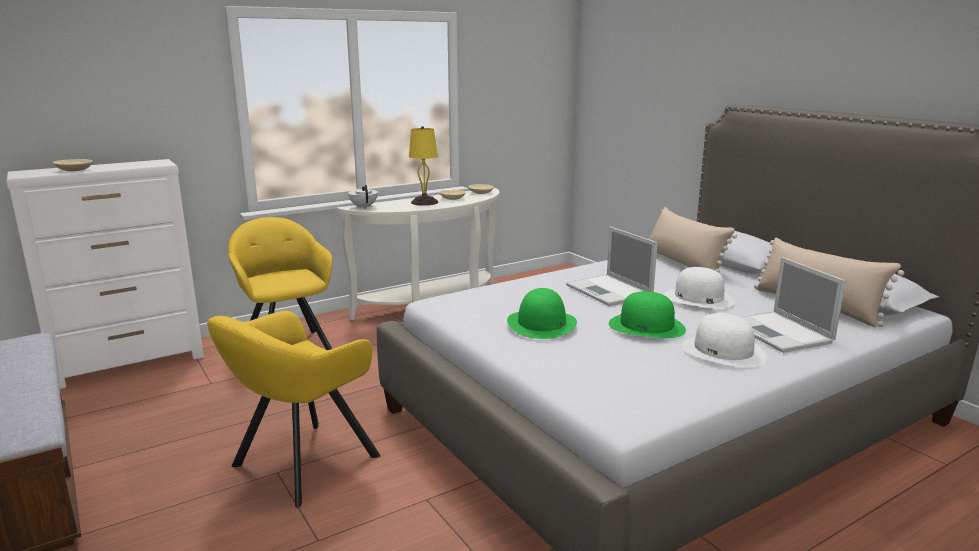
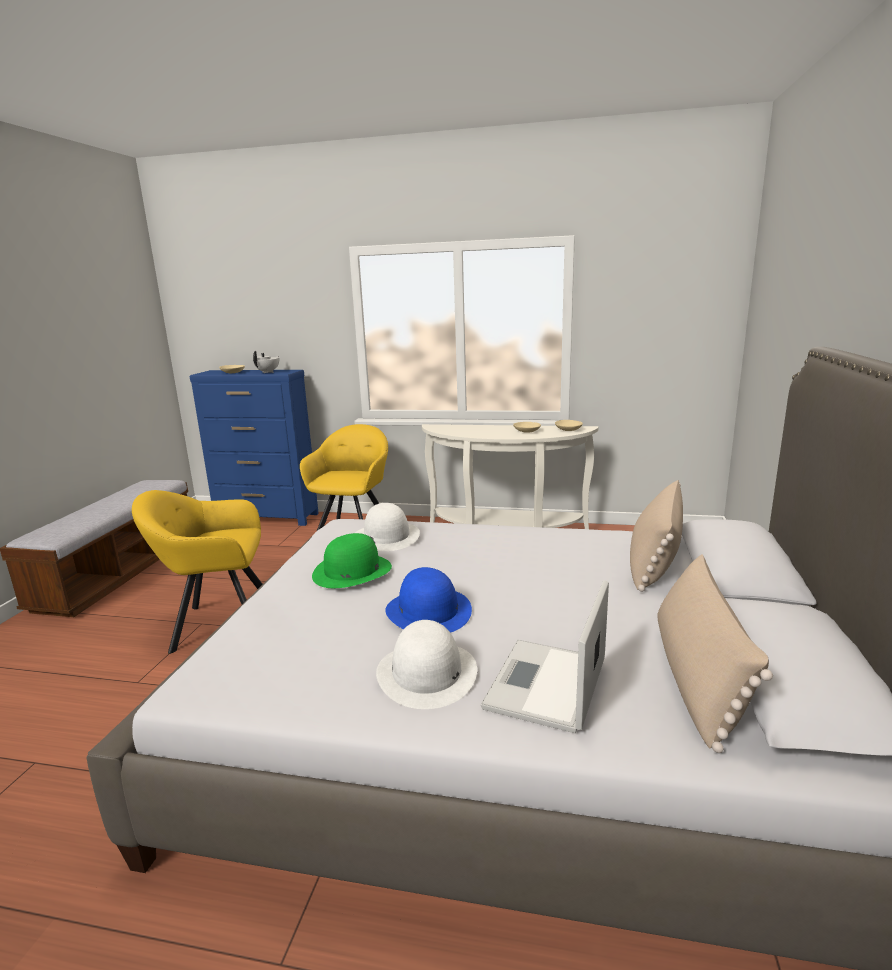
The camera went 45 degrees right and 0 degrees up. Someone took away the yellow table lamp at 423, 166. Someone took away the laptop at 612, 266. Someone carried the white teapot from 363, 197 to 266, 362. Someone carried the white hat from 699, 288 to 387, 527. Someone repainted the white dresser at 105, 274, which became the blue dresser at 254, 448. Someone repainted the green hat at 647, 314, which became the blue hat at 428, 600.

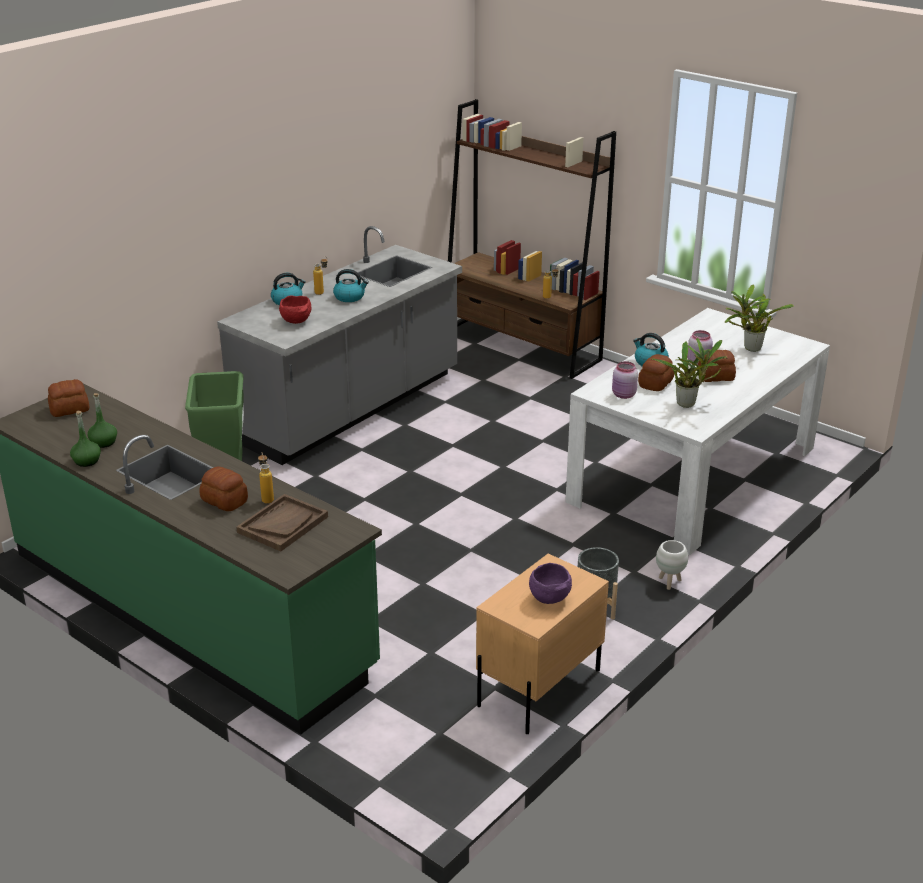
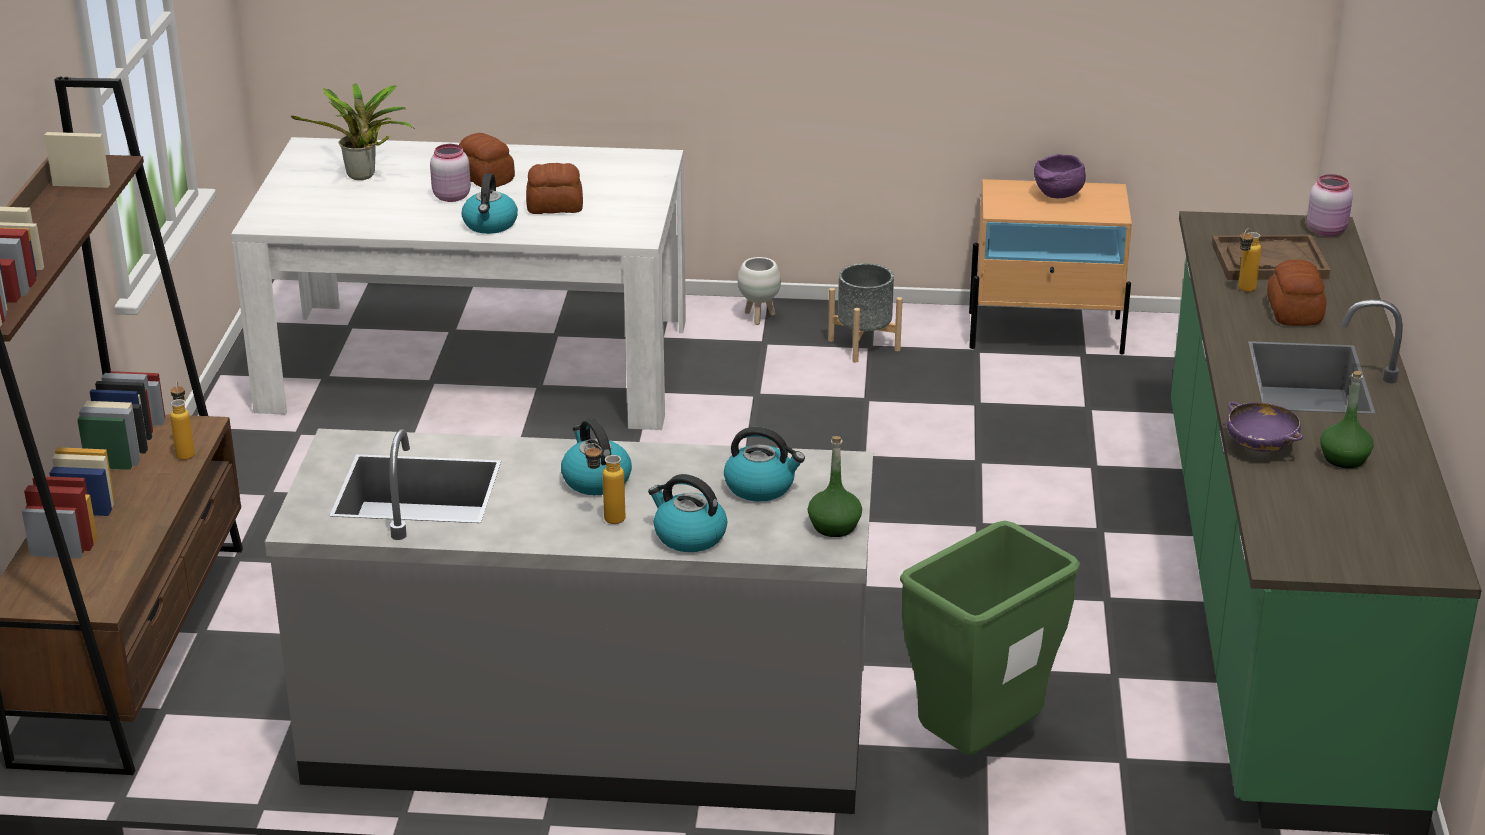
The camera went 125 degrees left and 0 degrees up. Someone took away the bread at 68, 398. Someone took away the potted plant at 689, 373. Someone put down the purple bowl at 1265, 426. Someone carried the green bottle from 85, 439 to 835, 486. Someone carried the pink jar from 625, 380 to 1330, 205. Someone swapped the red bowl at 295, 310 for the kettle at 764, 464.

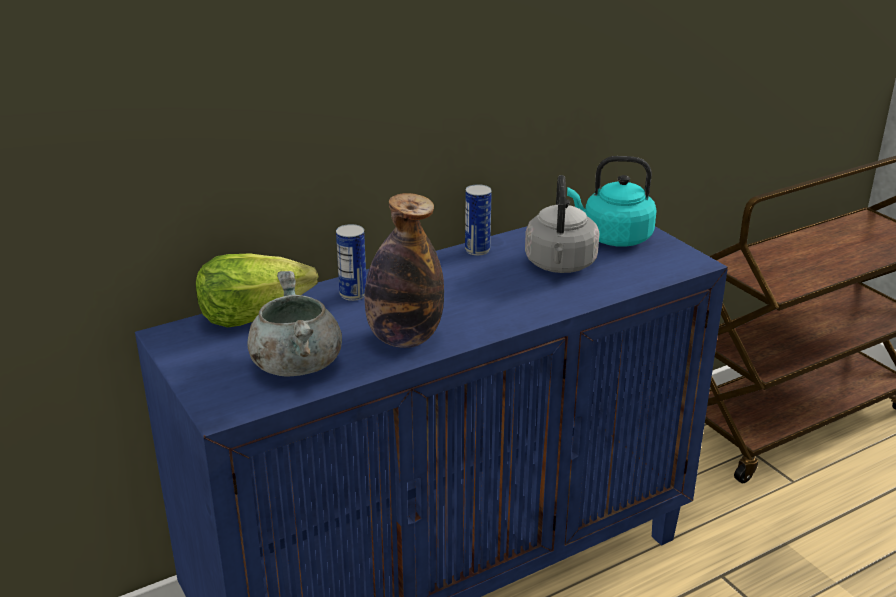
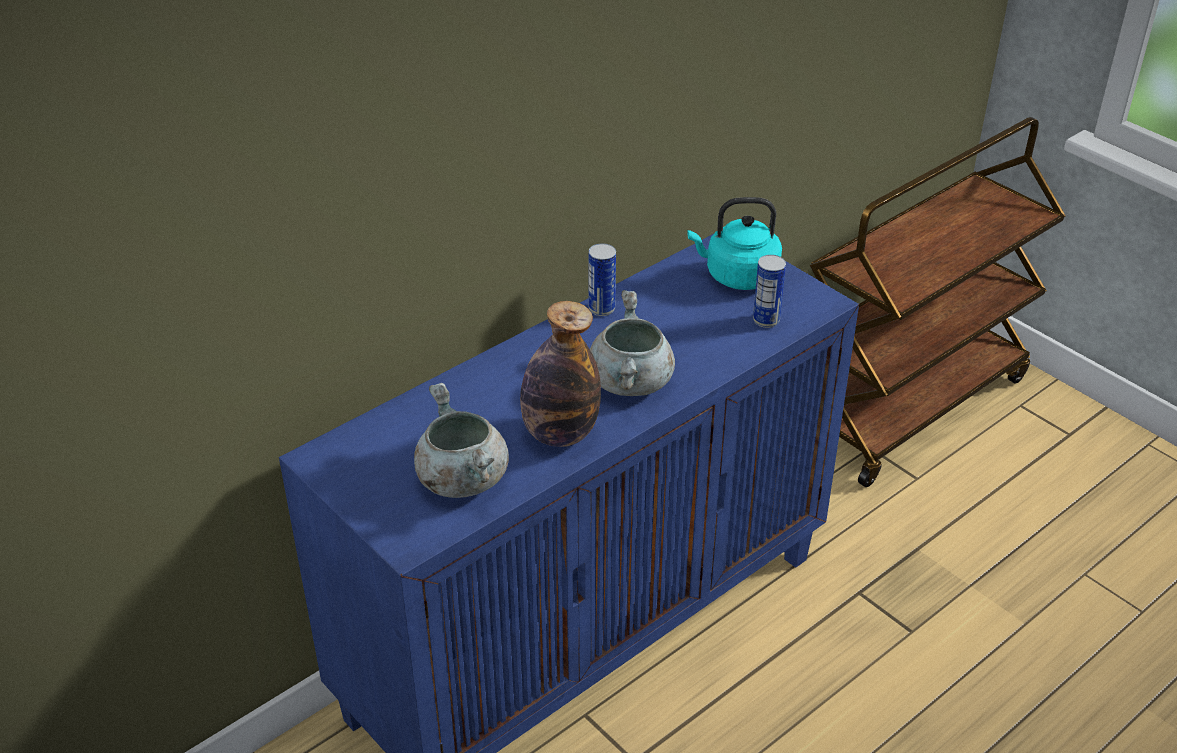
The camera went 10 degrees left and 10 degrees up. Someone took away the lettuce at 257, 290. Someone took away the grey kettle at 562, 224. Someone put down the grey cooking pot at 632, 343. Someone carried the can from 351, 262 to 769, 291.

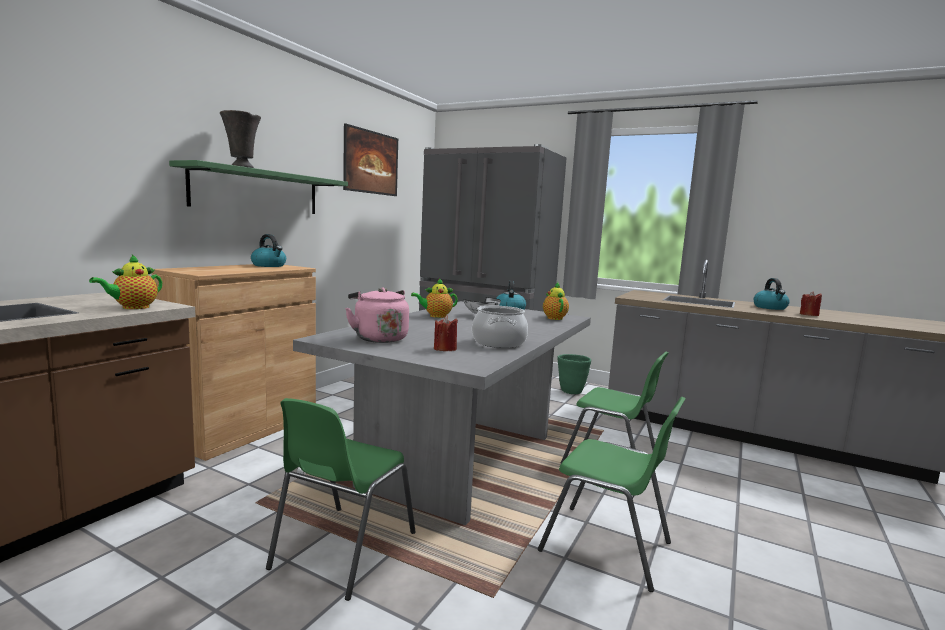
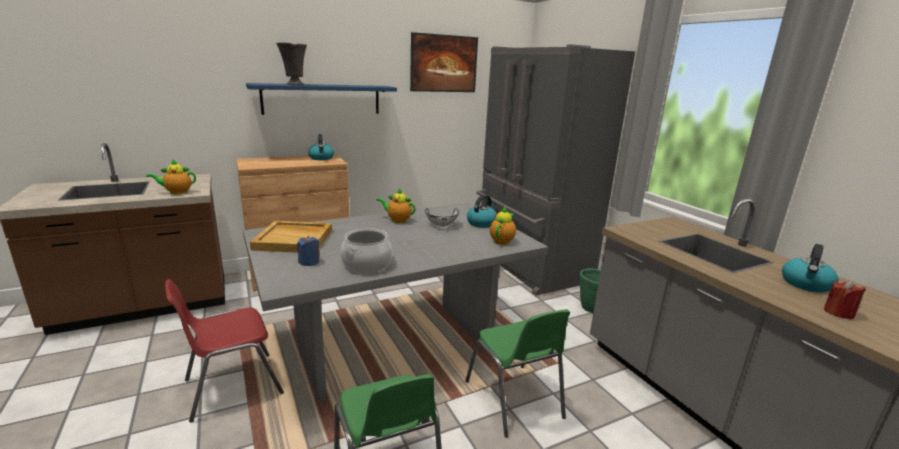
The camera went 35 degrees right and 10 degrees up. Someone swapped the pink kettle at 377, 315 for the beige tray at 291, 237. Someone repainted the green shelf at 258, 187, which became the blue shelf at 321, 99. Someone repainted the green chair at 341, 499, which became the red chair at 224, 351. Someone repainted the red candle at 446, 333, which became the blue candle at 308, 251.

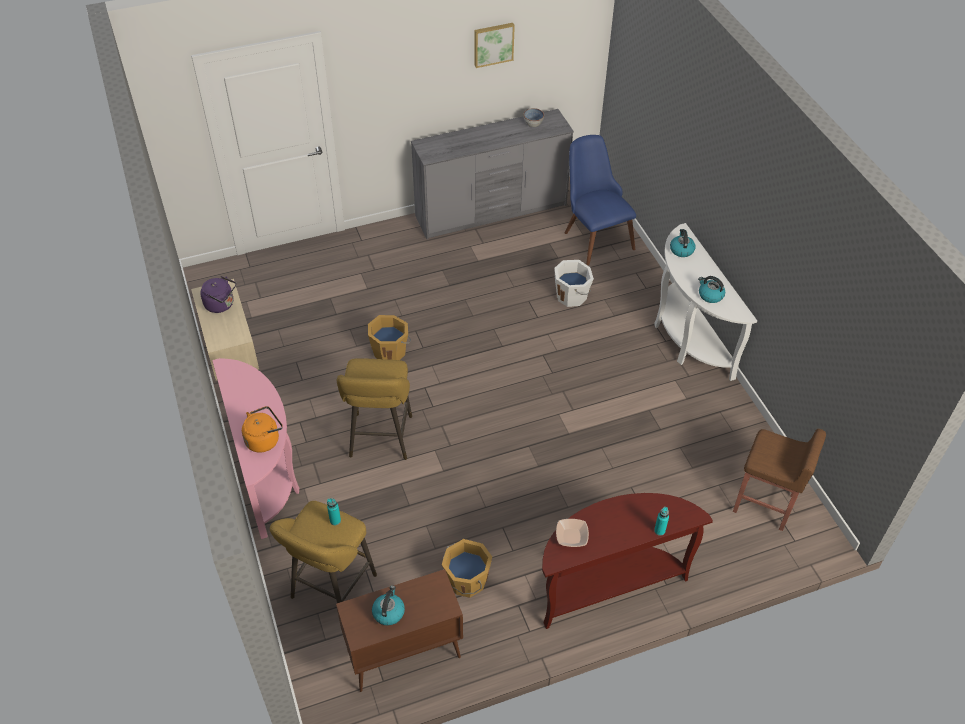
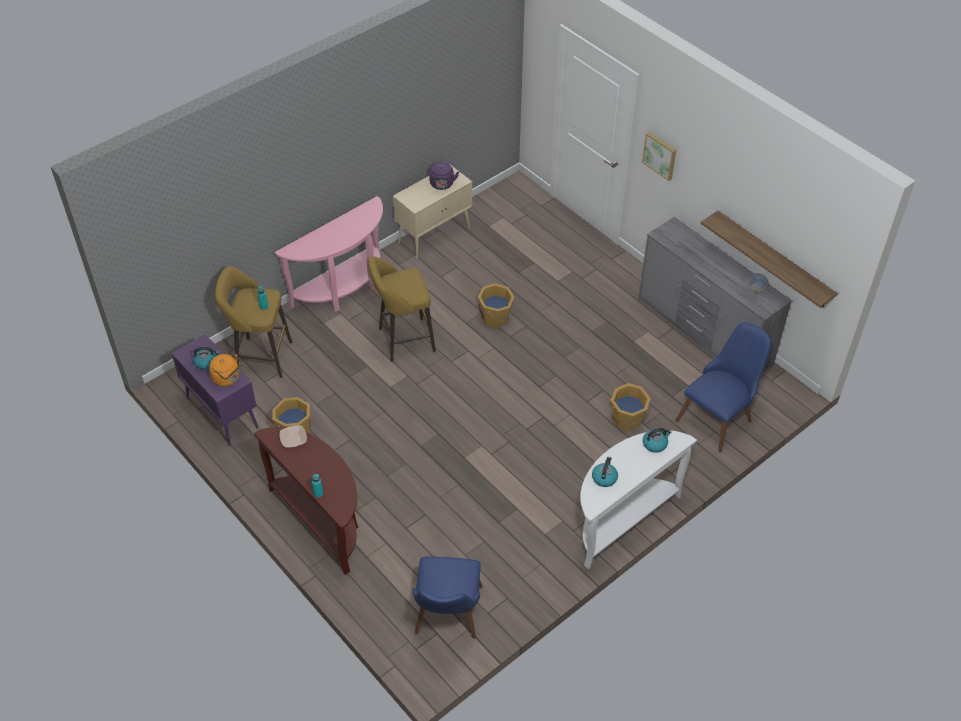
The camera went 70 degrees right and 0 degrees up. Someone put up the shelf at 769, 259. Someone carried the orange kettle from 262, 429 to 226, 370. Someone carried the picture from 494, 45 to 659, 156. Someone swapped the brown stool at 779, 480 for the blue chair at 448, 598. Someone repainted the brown cabinet at 399, 630, which became the purple cabinet at 215, 390. Someone repainted the white bucket at 574, 283, which became the orange bucket at 630, 407.

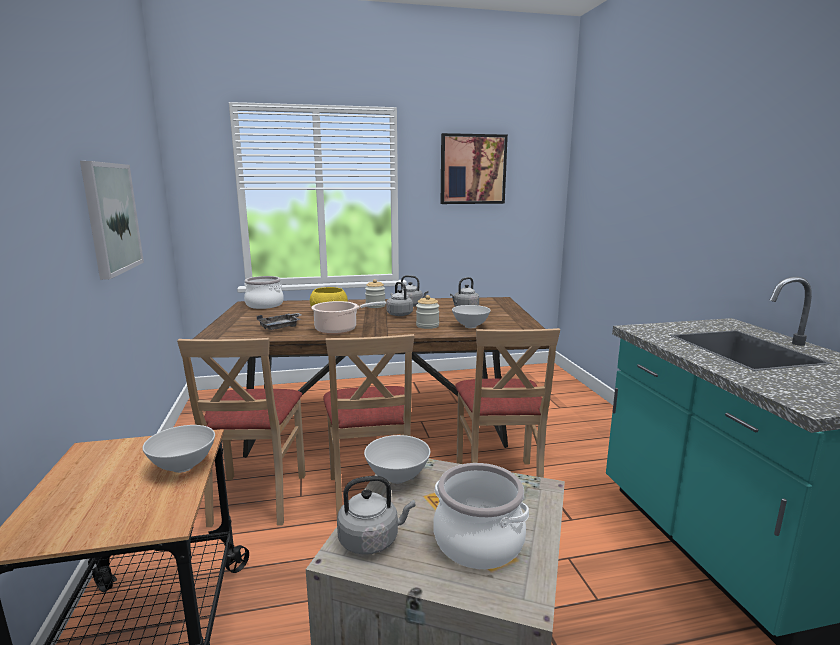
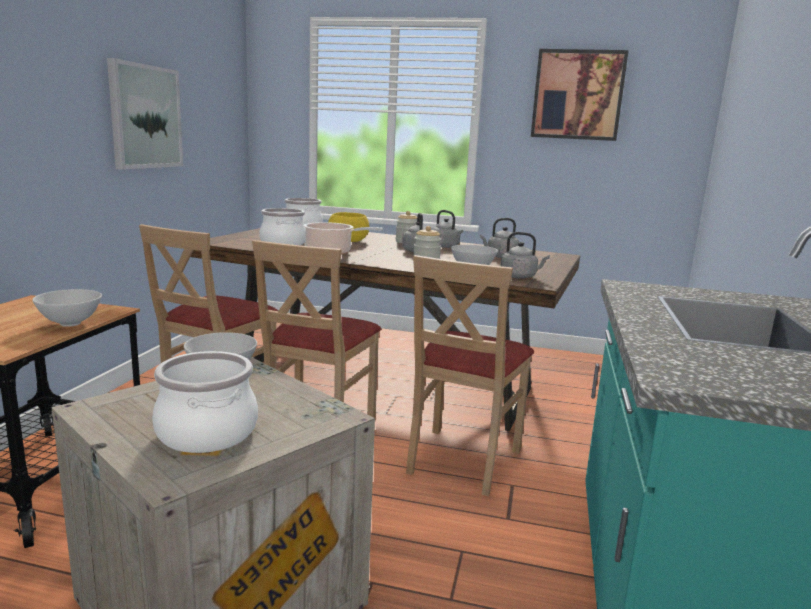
The camera went 25 degrees right and 0 degrees up. Someone carried the grey kettle from 376, 515 to 525, 255. Someone swapped the grey tray at 279, 321 for the cooking pot at 282, 226.

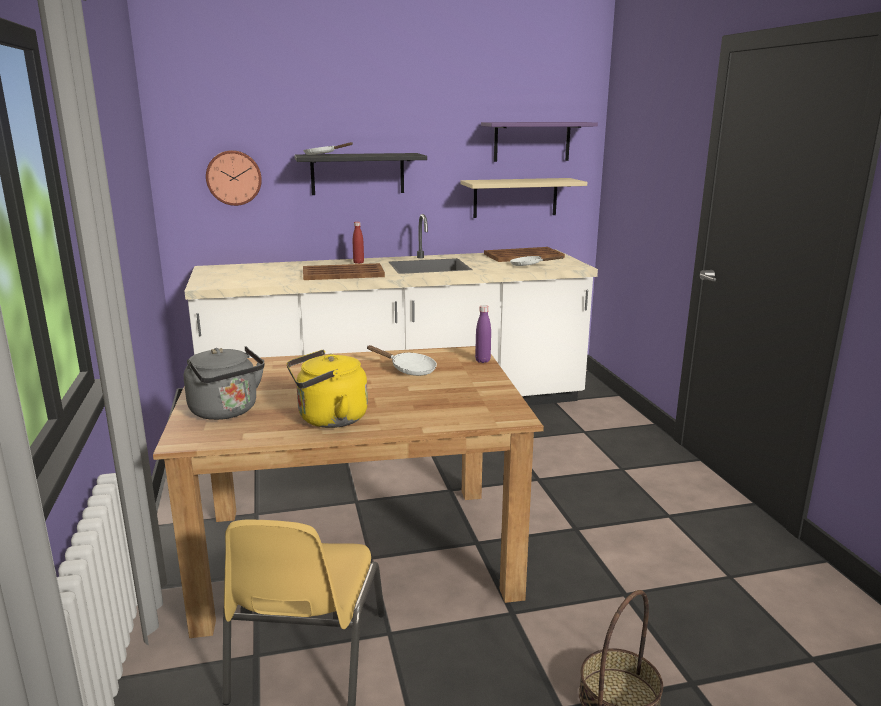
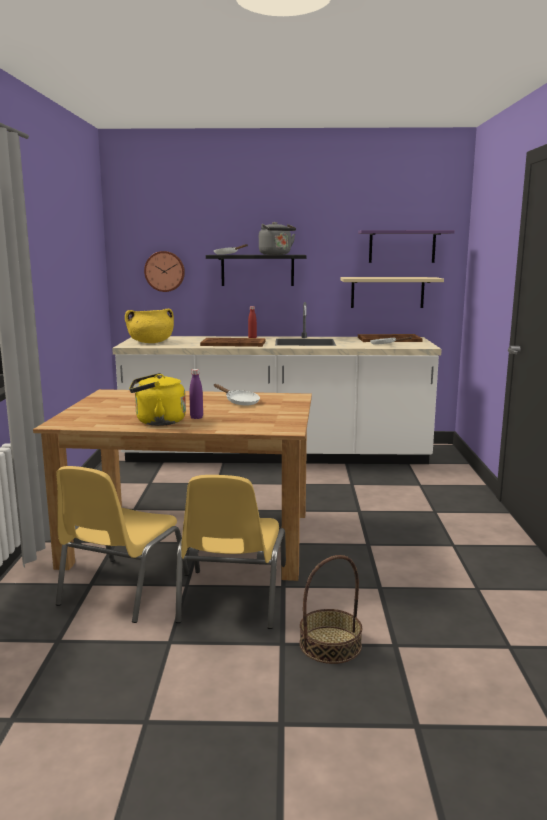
The camera went 15 degrees right and 5 degrees down. Someone put down the yellow cooking pot at 149, 326. Someone put down the yellow chair at 230, 552. Someone carried the grey kettle from 224, 383 to 277, 238. Someone carried the purple bottle from 483, 334 to 196, 394.

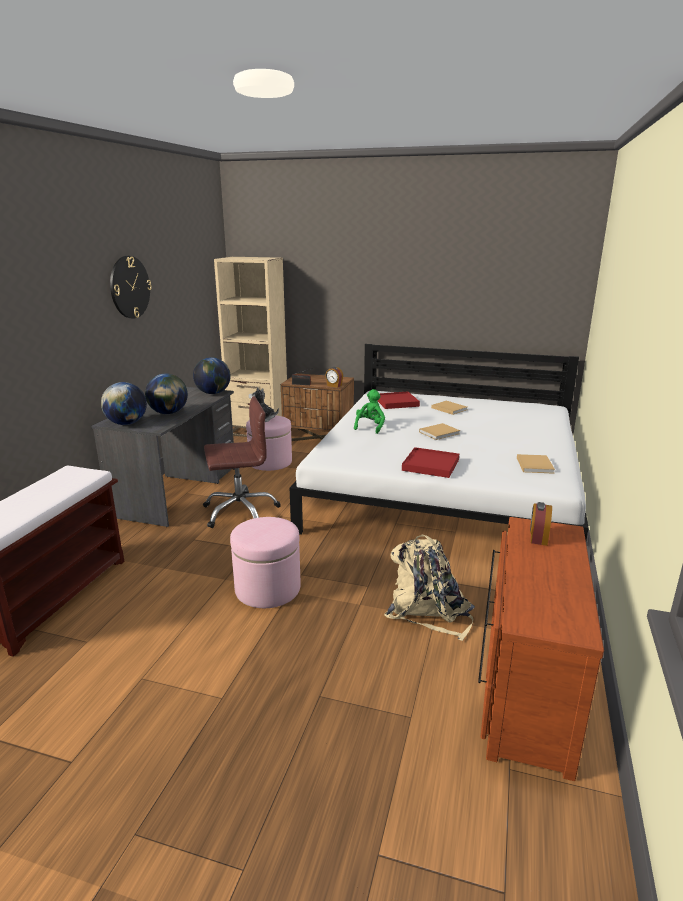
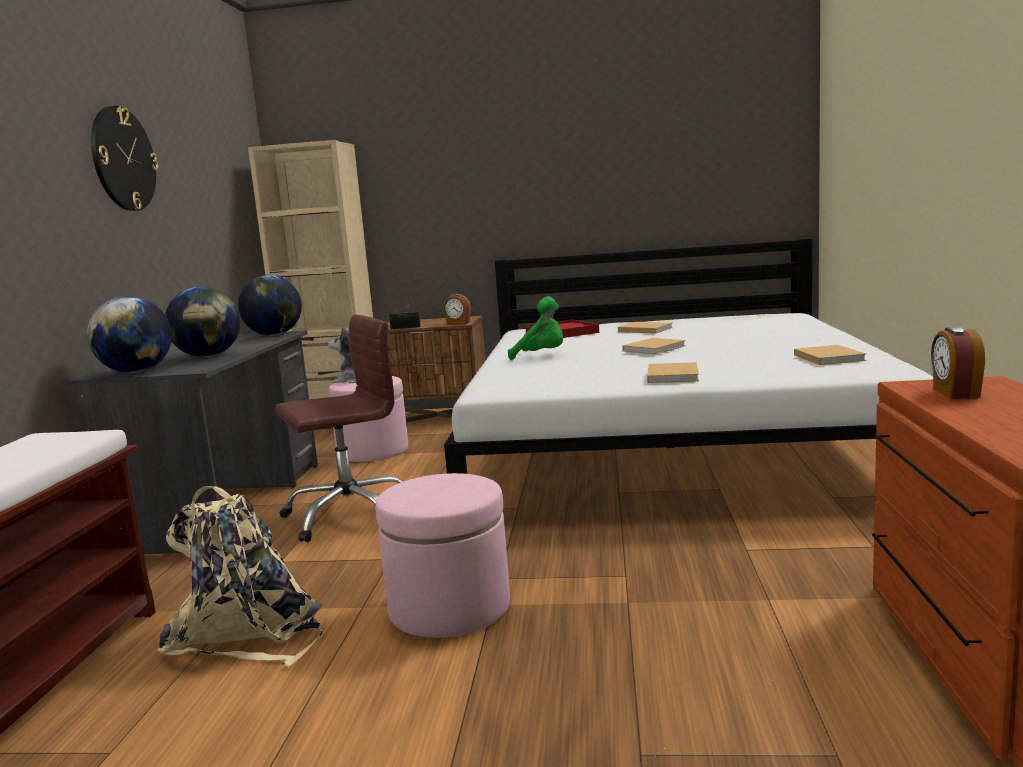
The camera went 10 degrees left and 10 degrees down. Someone carried the beige backpack from 429, 588 to 241, 576. Someone swapped the red tray at 430, 462 for the beige book at 673, 372. Someone rotated the green plush toy at 369, 411 by 105 degrees clockwise.

